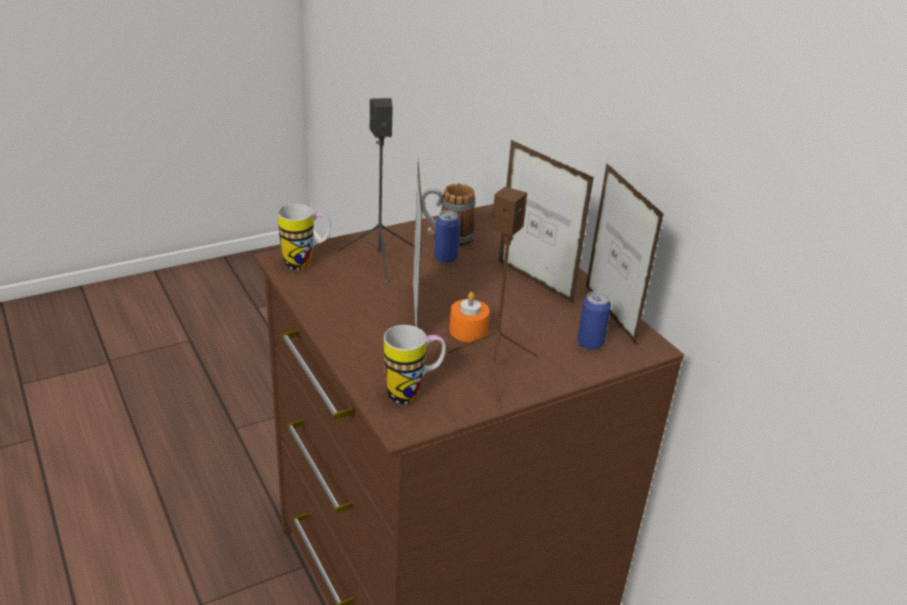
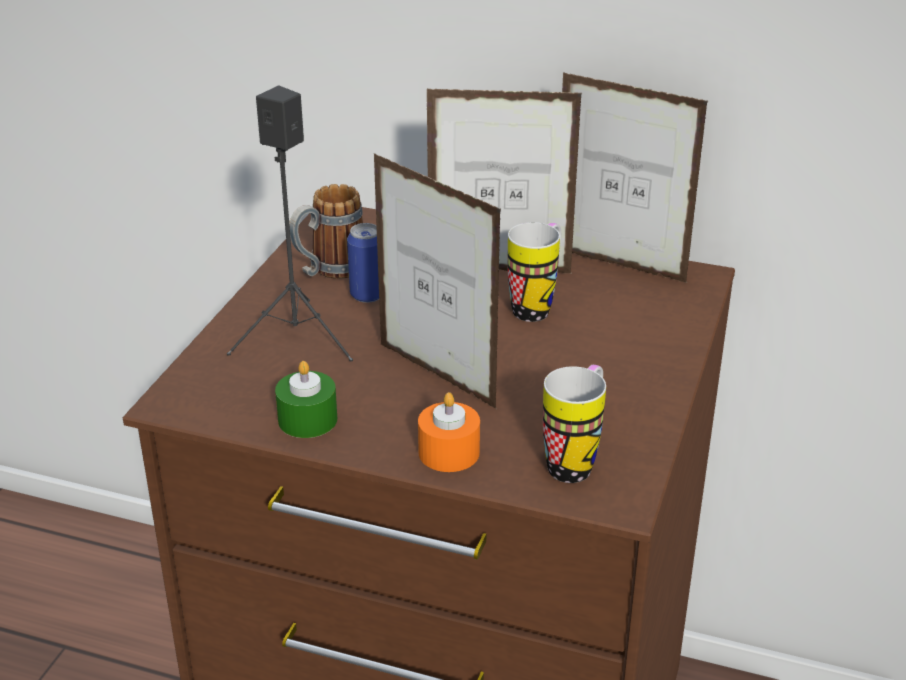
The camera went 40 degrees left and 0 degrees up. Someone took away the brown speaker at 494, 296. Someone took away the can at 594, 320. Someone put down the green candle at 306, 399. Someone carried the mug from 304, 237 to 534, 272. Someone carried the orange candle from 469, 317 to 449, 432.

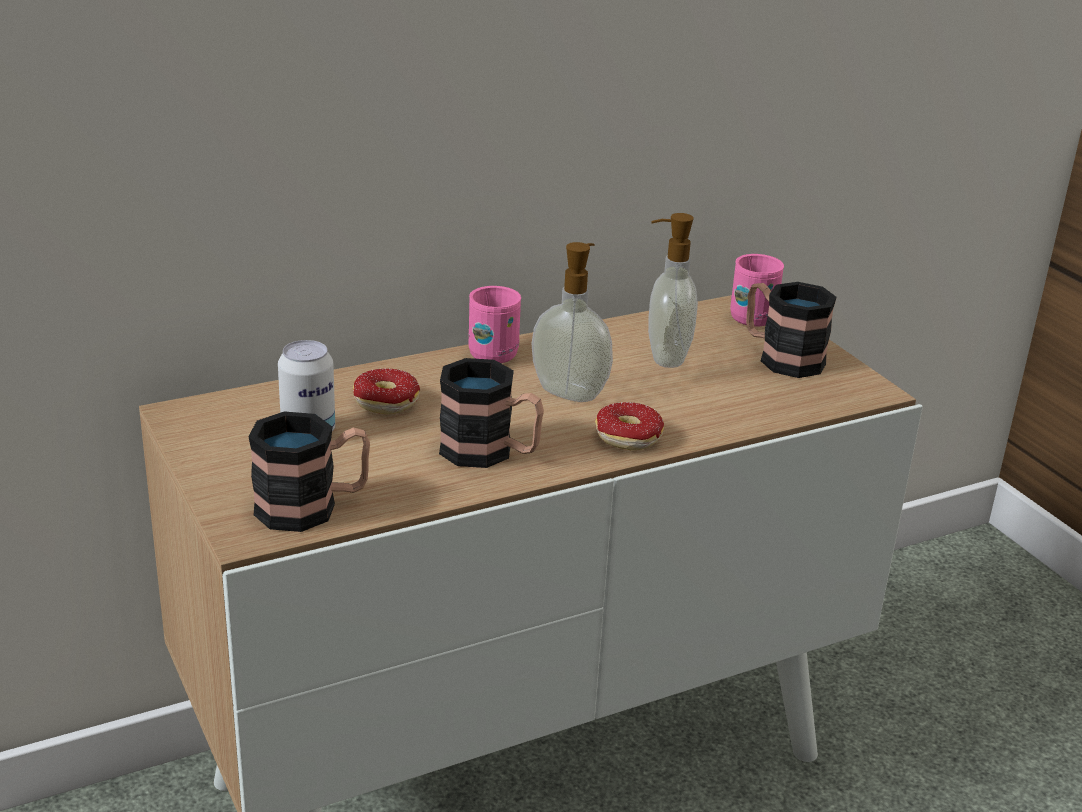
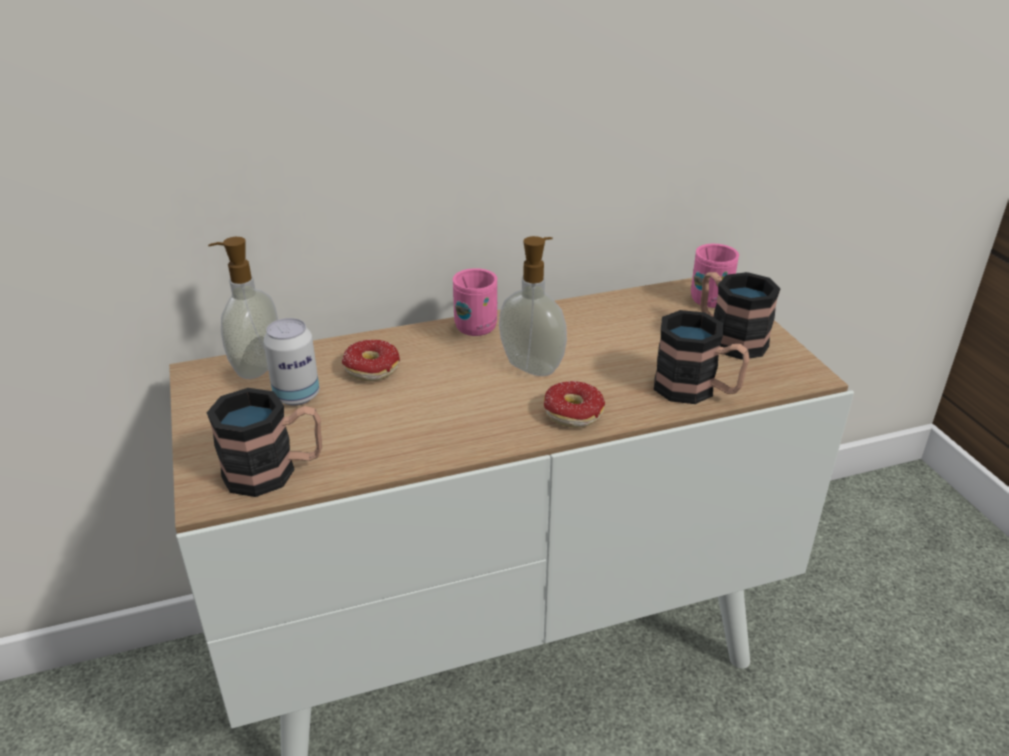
The camera went 10 degrees right and 5 degrees up. Someone carried the mug from 491, 413 to 702, 357. Someone carried the soap dispenser from 673, 290 to 243, 308.

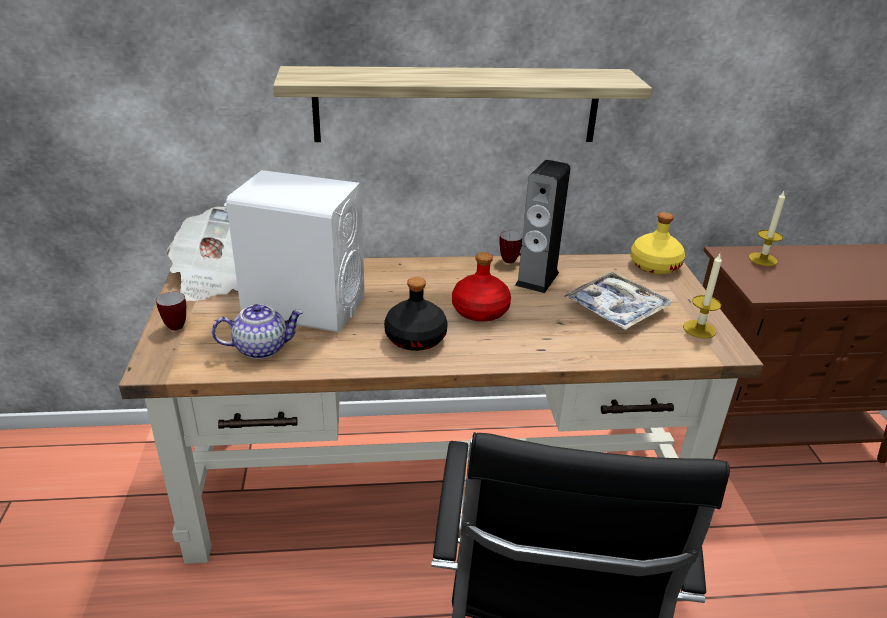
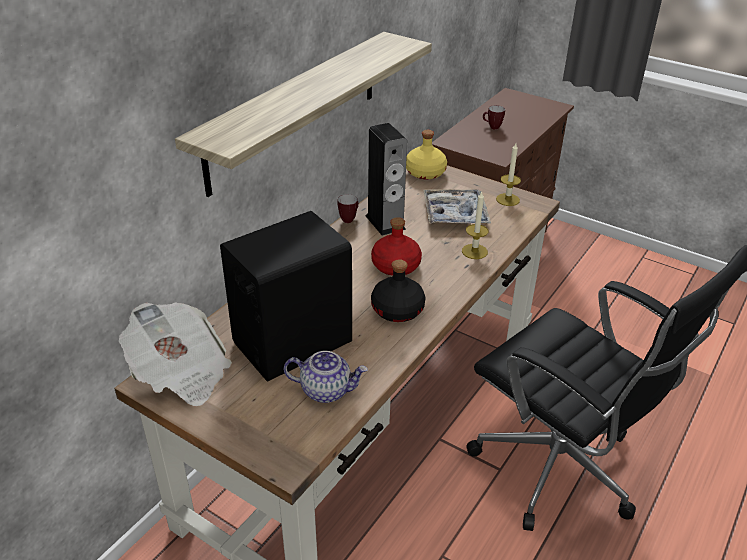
The camera went 50 degrees left and 5 degrees up. Someone carried the mug from 171, 311 to 494, 117. Someone carried the candle from 766, 229 to 475, 225. Someone repainted the white speaker at 294, 251, which became the black speaker at 286, 296. Someone rotated the teapot at 257, 331 by 75 degrees clockwise.

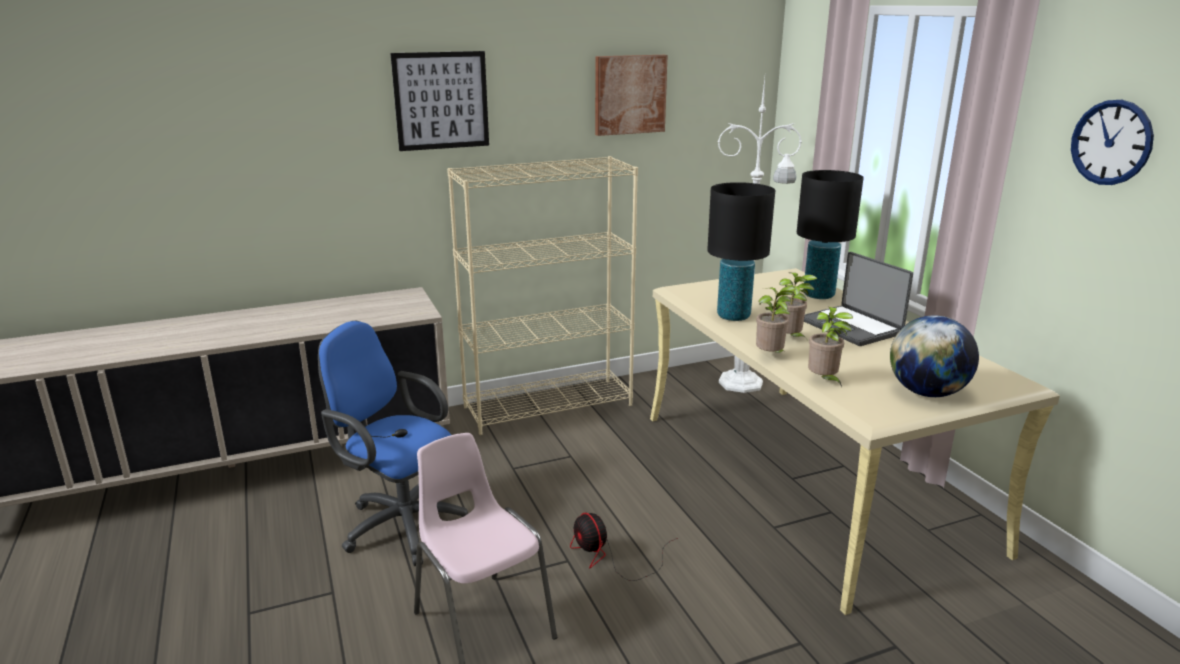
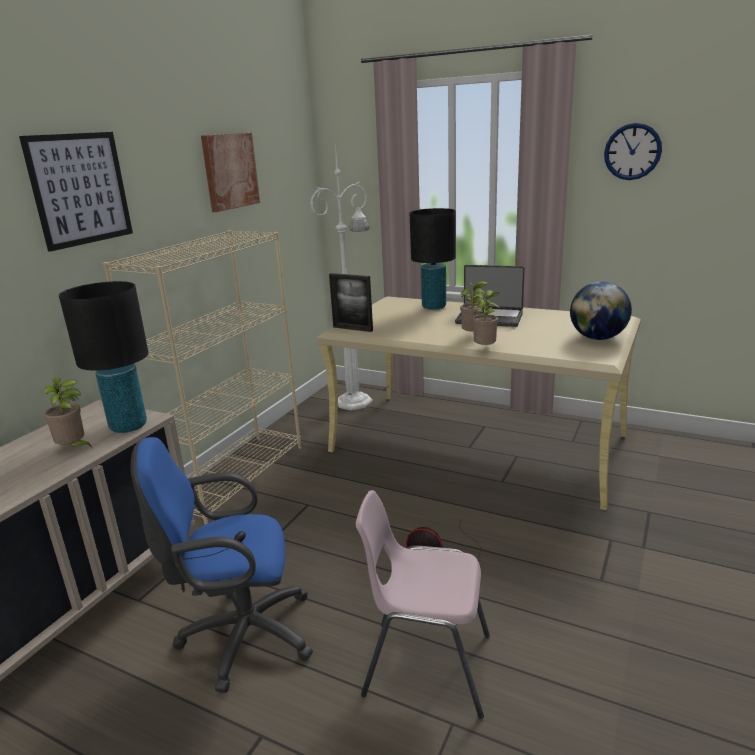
The camera went 40 degrees left and 0 degrees up. Someone put down the picture frame at 351, 302. Someone carried the black table lamp from 741, 251 to 104, 357. Someone carried the potted plant from 830, 347 to 68, 412.

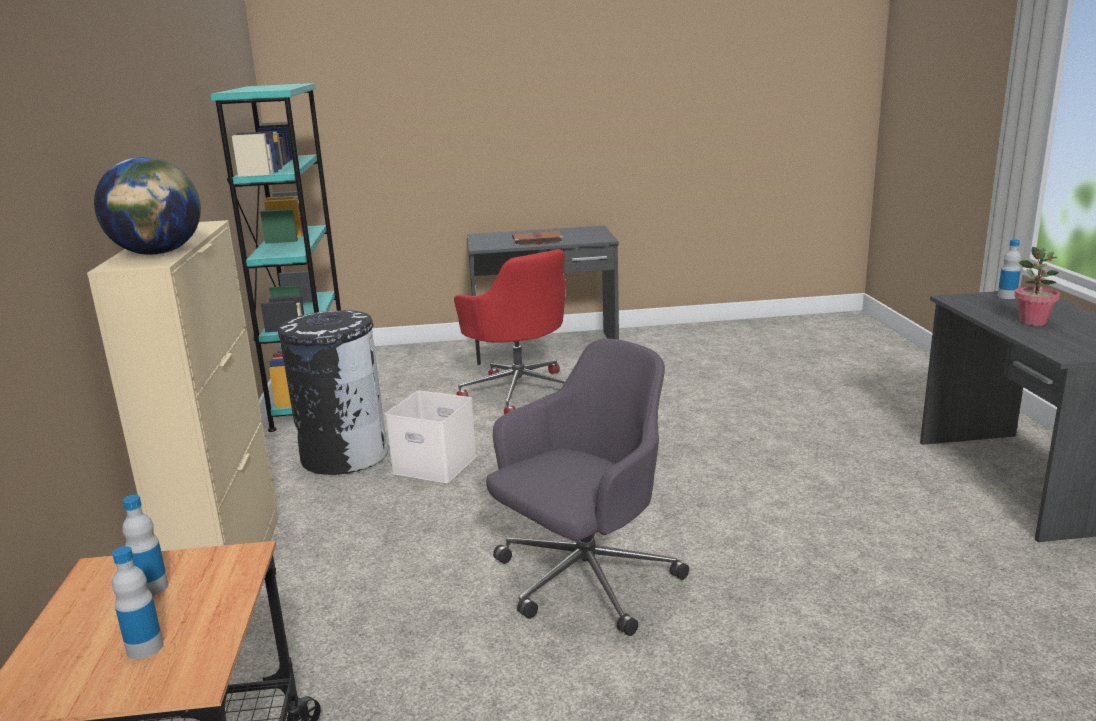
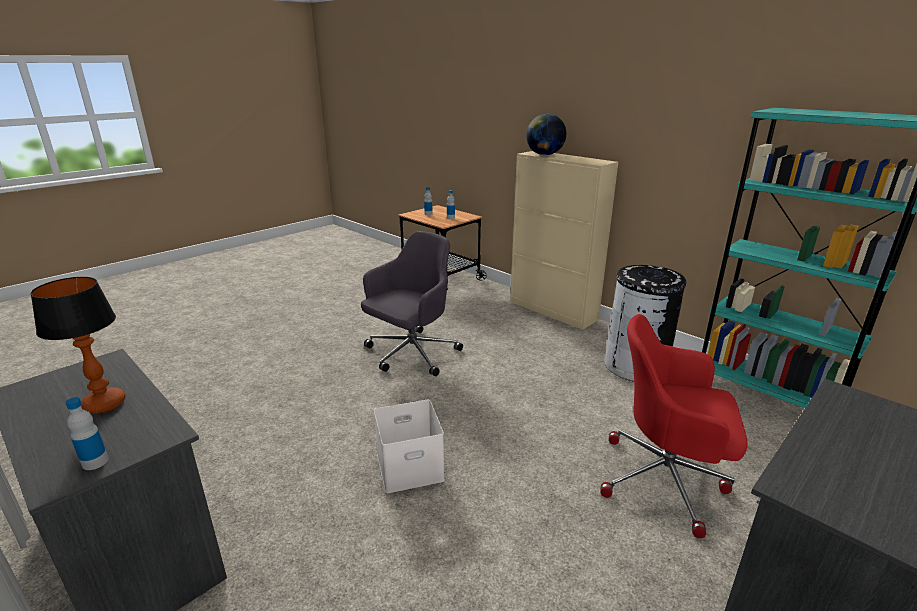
The camera went 140 degrees right and 5 degrees up. Someone took away the brown book at 537, 238. Someone carried the white storage box from 431, 437 to 409, 446. Someone swapped the potted plant at 1037, 286 for the table lamp at 78, 345. Someone rotated the grey office chair at 587, 487 by 150 degrees counterclockwise.

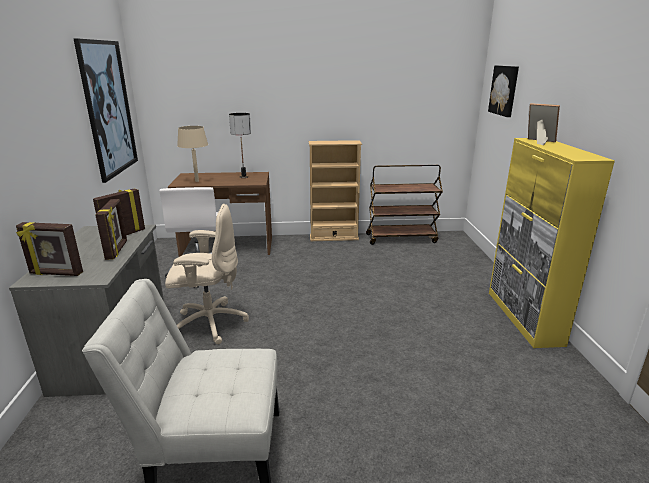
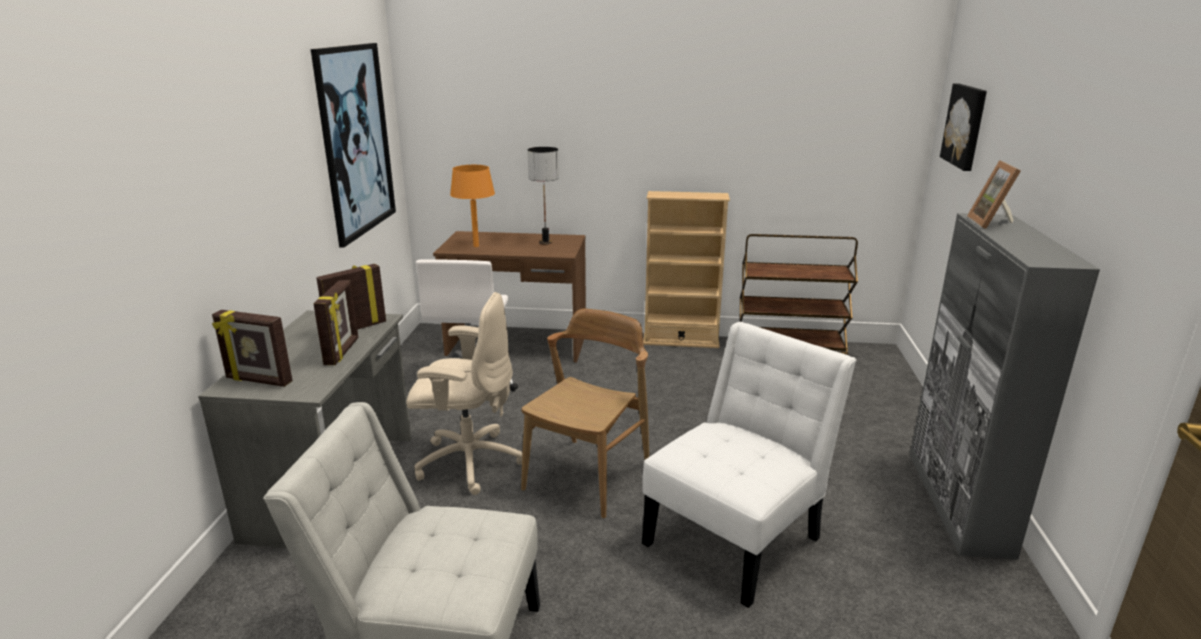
The camera went 10 degrees right and 0 degrees up. Someone put down the brown chair at 585, 413. Someone put down the white chair at 749, 465. Someone repainted the beige table lamp at 192, 154, which became the orange table lamp at 472, 206. Someone repainted the yellow cabinet at 552, 243, which became the grey cabinet at 1005, 386. Someone rotated the picture frame at 544, 124 by 135 degrees counterclockwise.

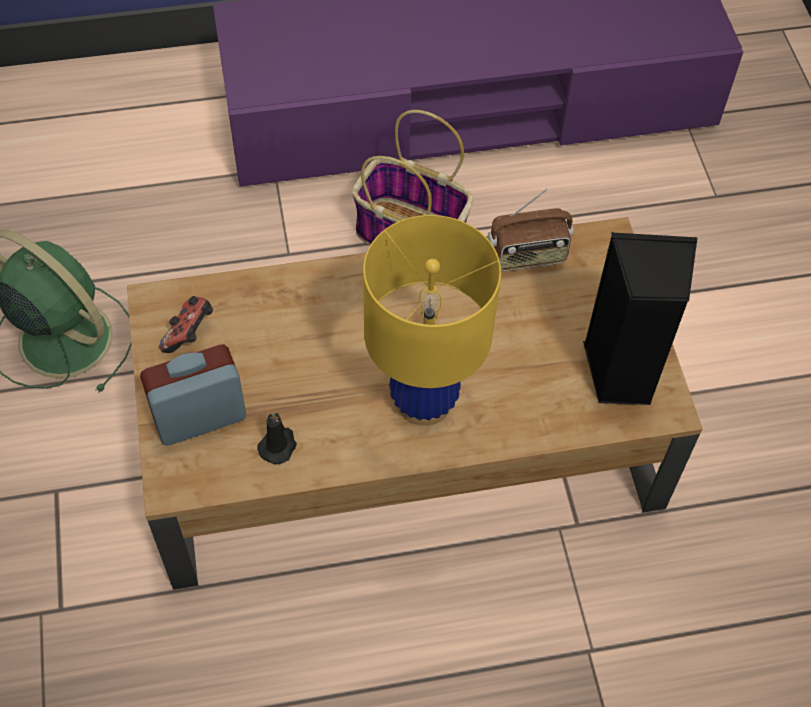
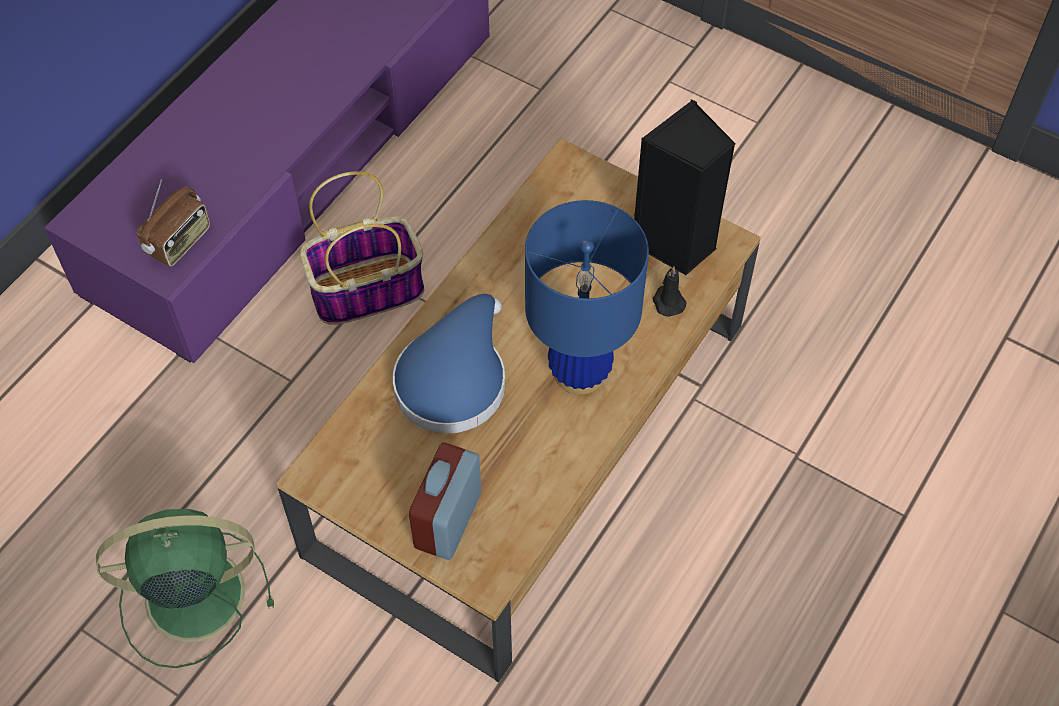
The camera went 45 degrees left and 0 degrees up. Someone took away the game controller at 186, 324. Someone put down the blue hat at 449, 364. Someone carried the black candle from 277, 438 to 670, 292. Someone carried the radio from 531, 230 to 173, 223. Someone repainted the yellow table lamp at 432, 320, which became the blue table lamp at 587, 297.

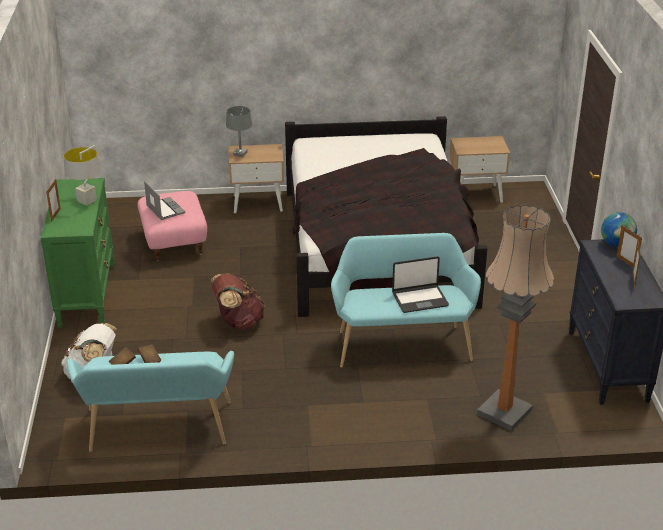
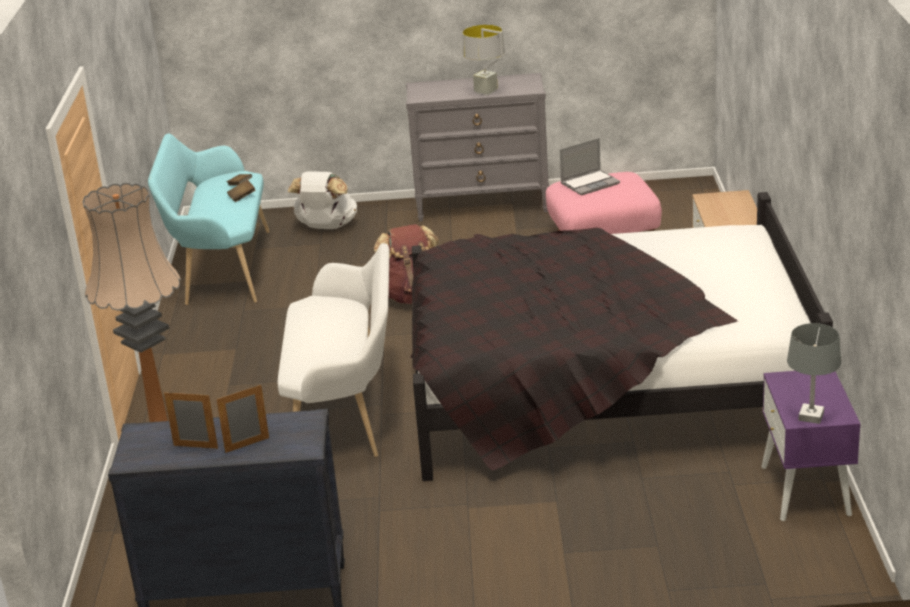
The camera went 95 degrees right and 5 degrees down. Someone took away the picture frame at 53, 200. Someone took away the laptop at 420, 284. Someone took away the globe at 619, 229. Someone carried the grey table lamp from 239, 131 to 814, 373. Someone repainted the green dresser at 77, 253, which became the grey dresser at 477, 147. Someone repainted the turquoise bench at 406, 300, which became the white bench at 333, 350. Someone repainted the beige nightstand at 479, 169, which became the purple nightstand at 811, 446.

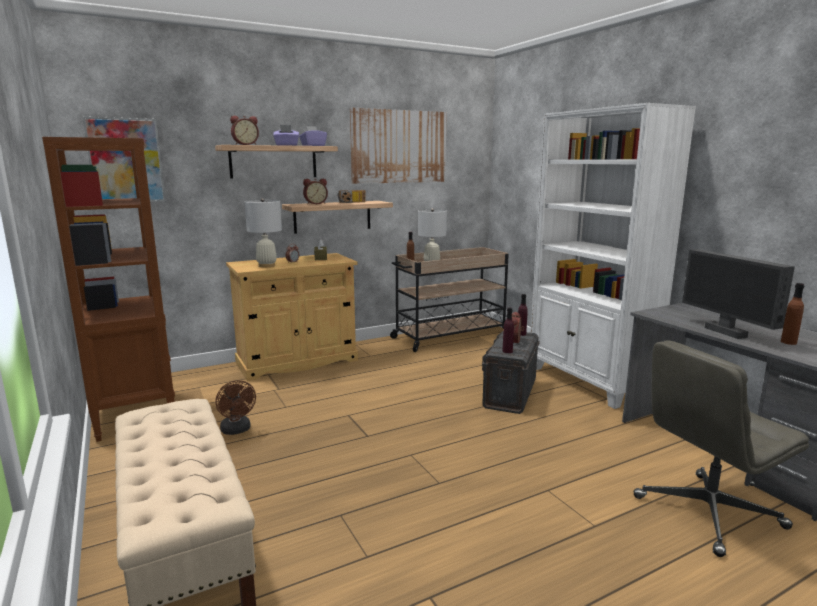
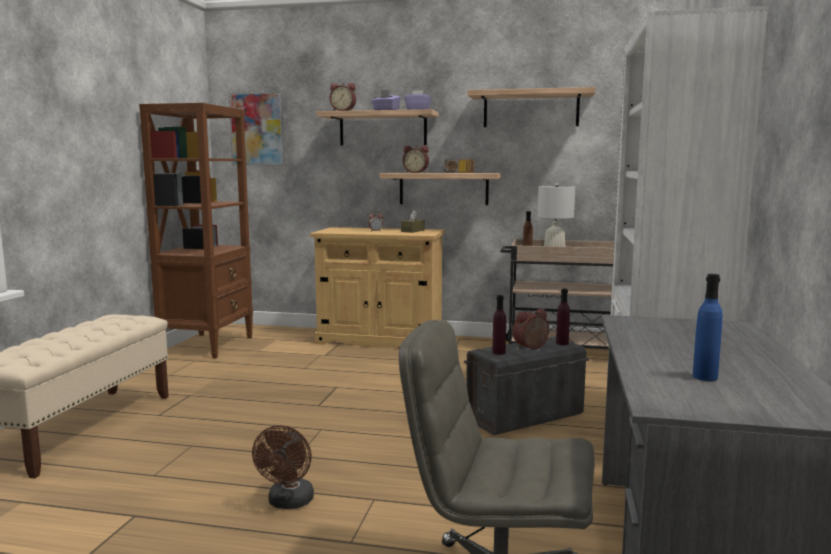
The camera went 40 degrees right and 5 degrees down. Someone took away the white table lamp at 263, 232. Someone took away the monitor at 738, 294. Someone carried the brown fan from 236, 407 to 283, 467. Someone swapped the picture at 398, 146 for the shelf at 531, 107. Someone repainted the brown bottle at 792, 314, which became the blue bottle at 708, 327.

